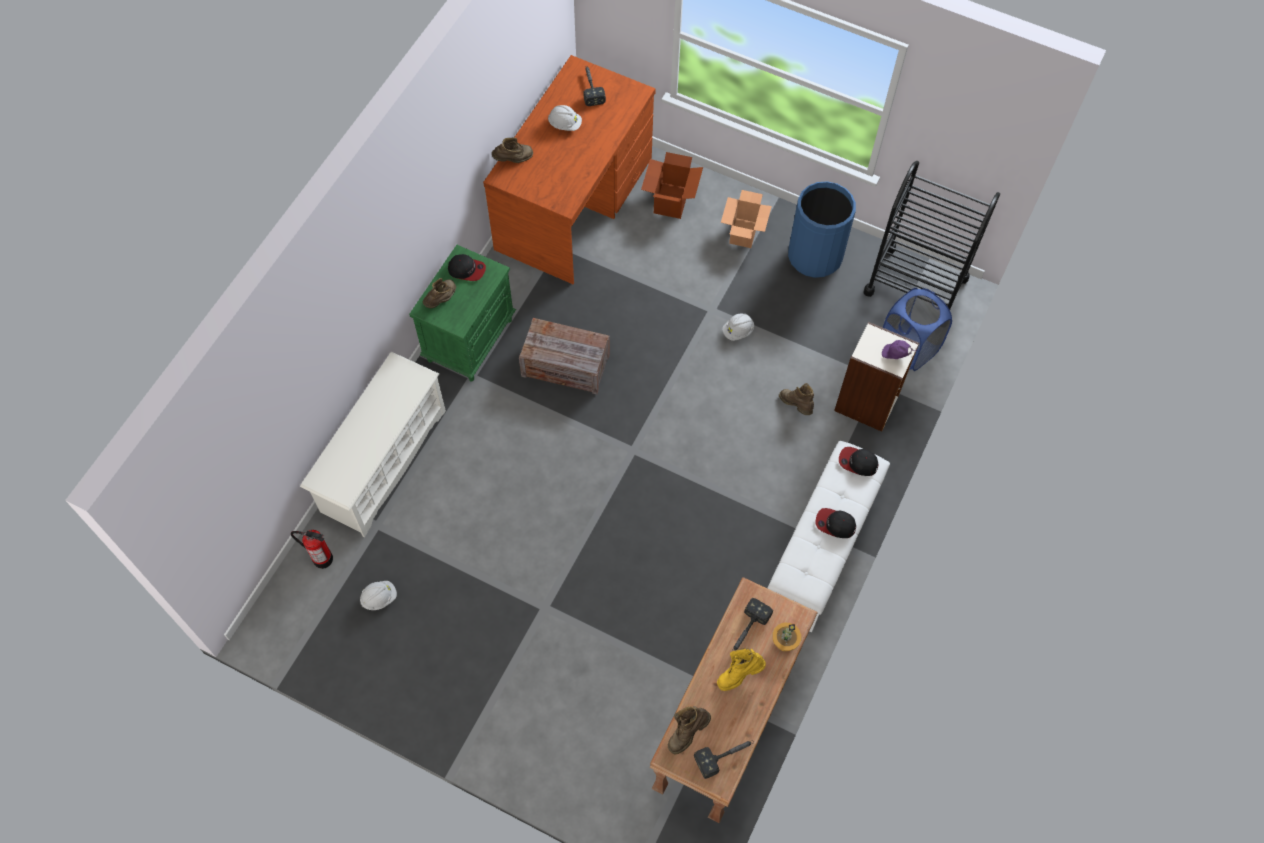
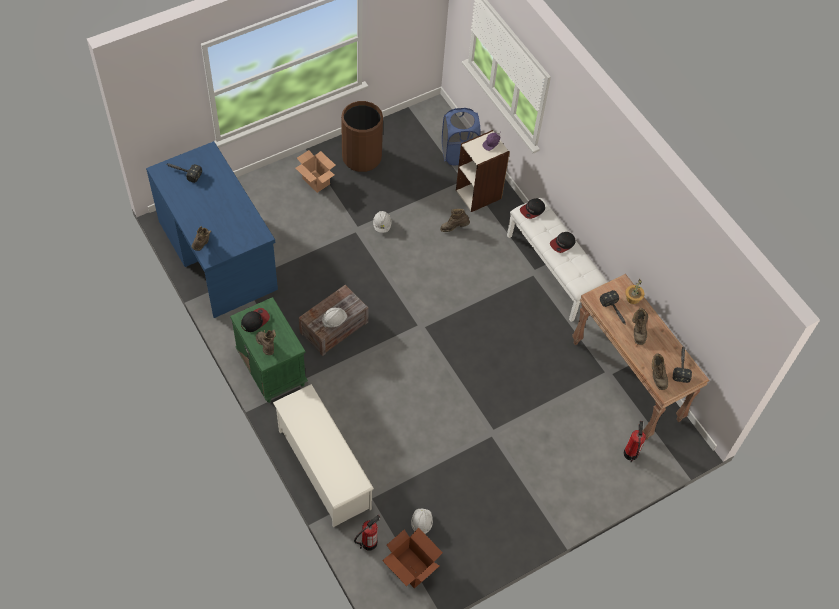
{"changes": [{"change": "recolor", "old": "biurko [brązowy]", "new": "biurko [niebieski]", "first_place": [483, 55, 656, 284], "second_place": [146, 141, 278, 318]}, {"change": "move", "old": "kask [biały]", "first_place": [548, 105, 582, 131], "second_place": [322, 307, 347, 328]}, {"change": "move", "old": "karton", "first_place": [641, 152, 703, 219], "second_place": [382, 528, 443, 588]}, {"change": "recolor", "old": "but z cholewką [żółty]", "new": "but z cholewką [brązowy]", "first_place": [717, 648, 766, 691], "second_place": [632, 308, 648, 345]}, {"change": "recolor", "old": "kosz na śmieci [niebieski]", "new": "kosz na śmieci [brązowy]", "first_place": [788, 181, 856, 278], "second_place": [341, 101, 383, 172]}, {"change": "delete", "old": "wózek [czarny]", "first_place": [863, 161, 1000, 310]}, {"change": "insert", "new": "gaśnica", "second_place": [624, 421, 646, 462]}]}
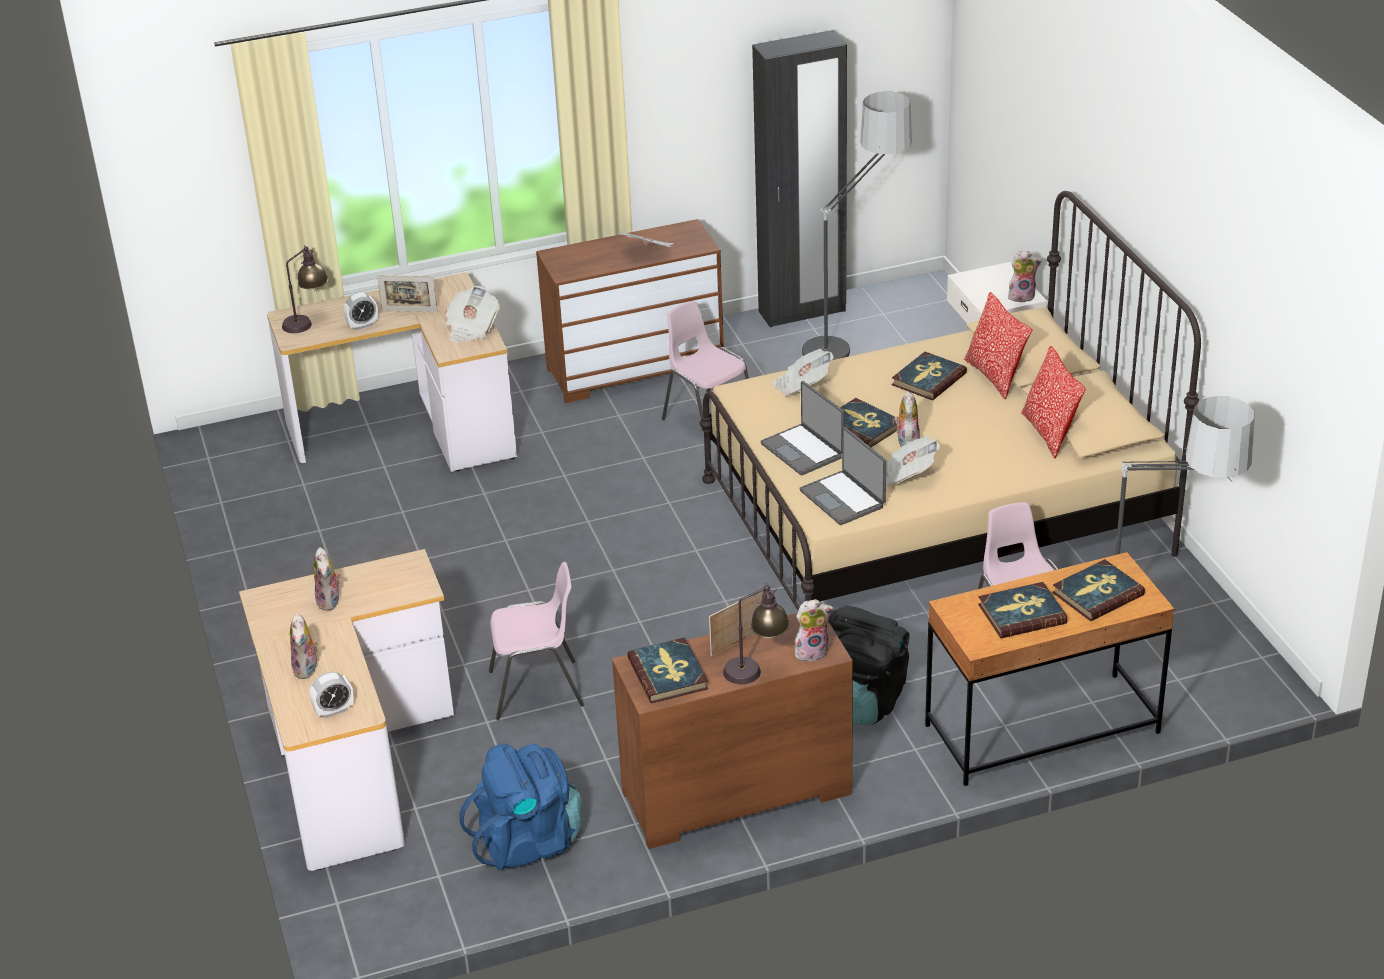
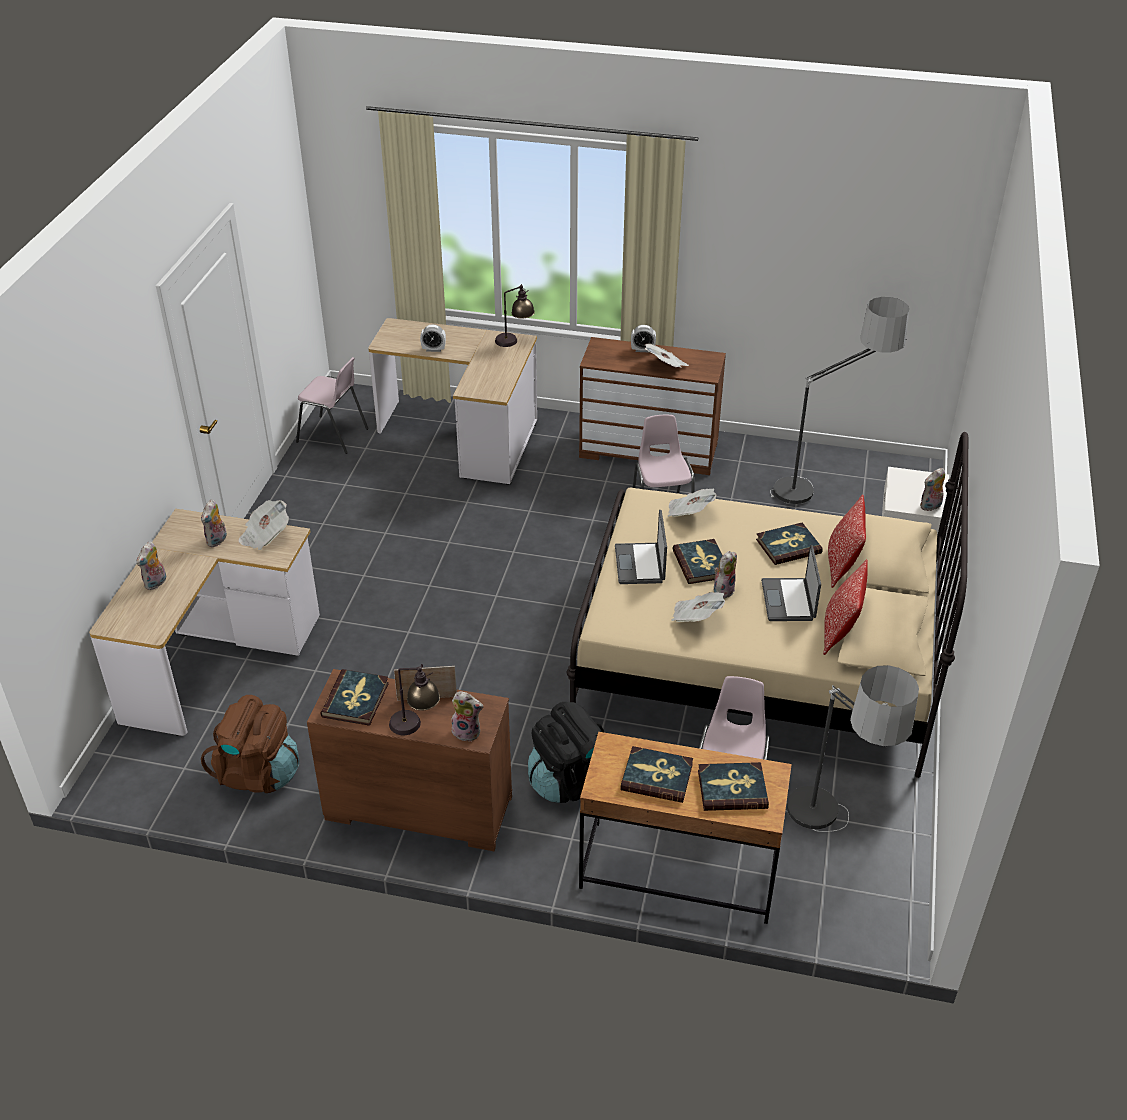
{"changes": [{"change": "move", "old": "lampa stołowa", "first_place": [282, 245, 328, 333], "second_place": [495, 284, 535, 347]}, {"change": "move", "old": "budzik", "first_place": [309, 672, 354, 718], "second_place": [631, 325, 656, 352]}, {"change": "delete", "old": "ramka na zdjęcie", "first_place": [377, 275, 438, 312]}, {"change": "move", "old": "gazeta", "first_place": [446, 286, 500, 343], "second_place": [238, 500, 289, 550]}, {"change": "recolor", "old": "plecak [niebieski]", "new": "plecak [brązowy]", "first_place": [459, 744, 582, 871], "second_place": [201, 695, 299, 793]}, {"change": "move", "old": "krzesło [różowy]", "first_place": [489, 562, 584, 720], "second_place": [296, 357, 369, 454]}, {"change": "delete", "old": "szafa [czarny]", "first_place": [752, 30, 847, 327]}, {"change": "move", "old": "laptop", "first_place": [799, 427, 886, 525], "second_place": [761, 545, 821, 621]}, {"change": "rotate", "old": "pluszak", "first_place": [1008, 251, 1042, 303], "second_place": [920, 468, 945, 511], "degrees": 120}]}
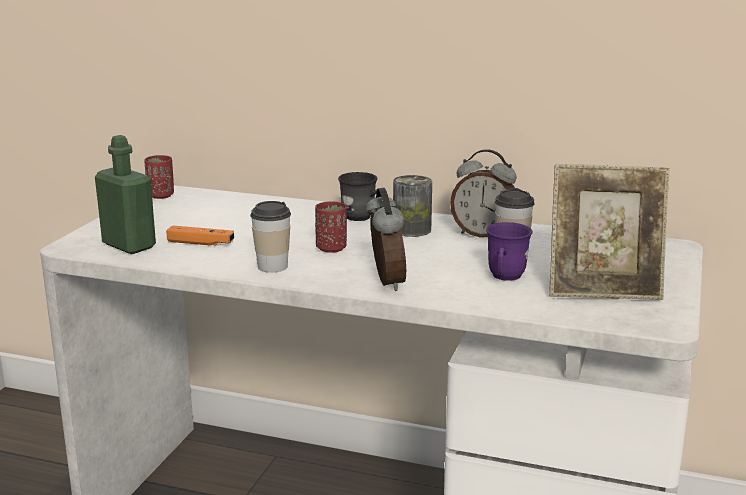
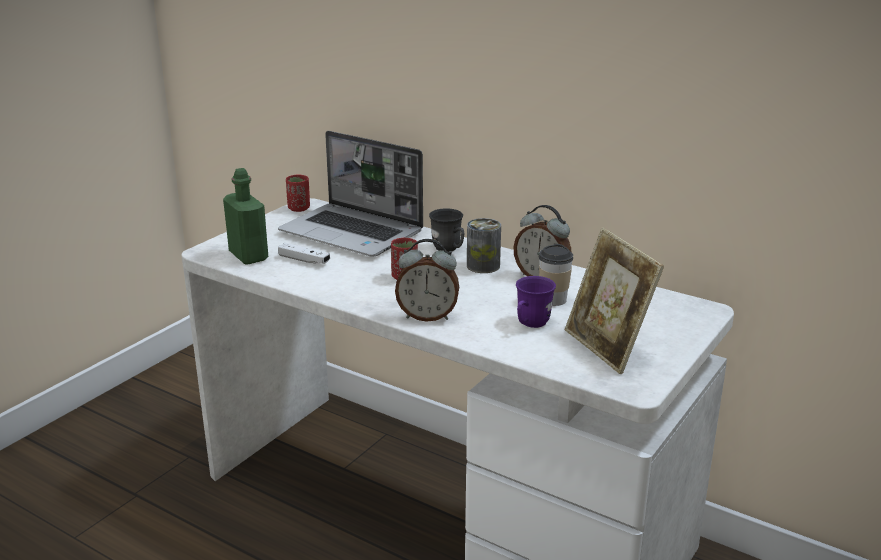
{"changes": [{"change": "recolor", "old": "pad do gier [pomarańczowy]", "new": "pad do gier [biały]", "first_place": [166, 226, 234, 246], "second_place": [278, 243, 330, 264]}, {"change": "delete", "old": "filiżanka", "first_place": [250, 201, 291, 273]}, {"change": "rotate", "old": "budzik", "first_place": [366, 188, 406, 291], "second_place": [395, 239, 459, 322], "degrees": 90}, {"change": "rotate", "old": "ramka na zdjęcie", "first_place": [549, 164, 670, 300], "second_place": [565, 227, 664, 374], "degrees": 45}, {"change": "insert", "new": "laptop", "second_place": [278, 131, 423, 257]}]}
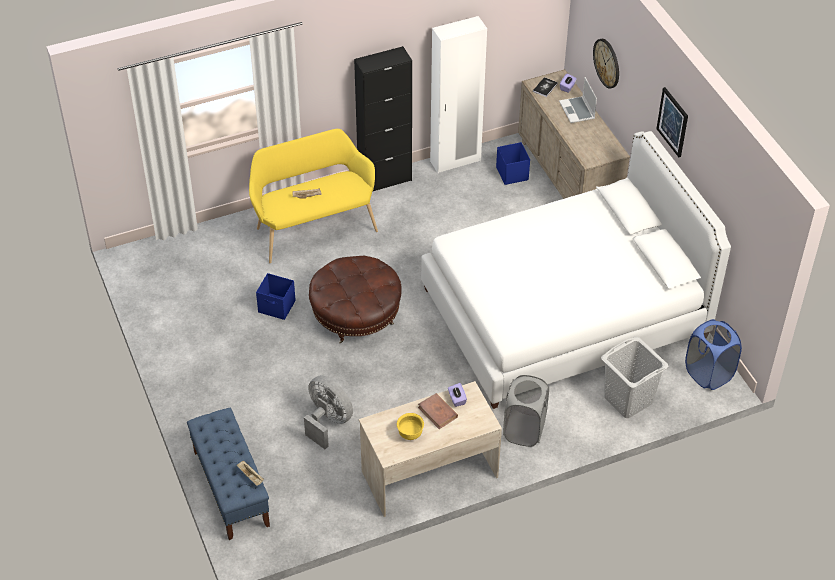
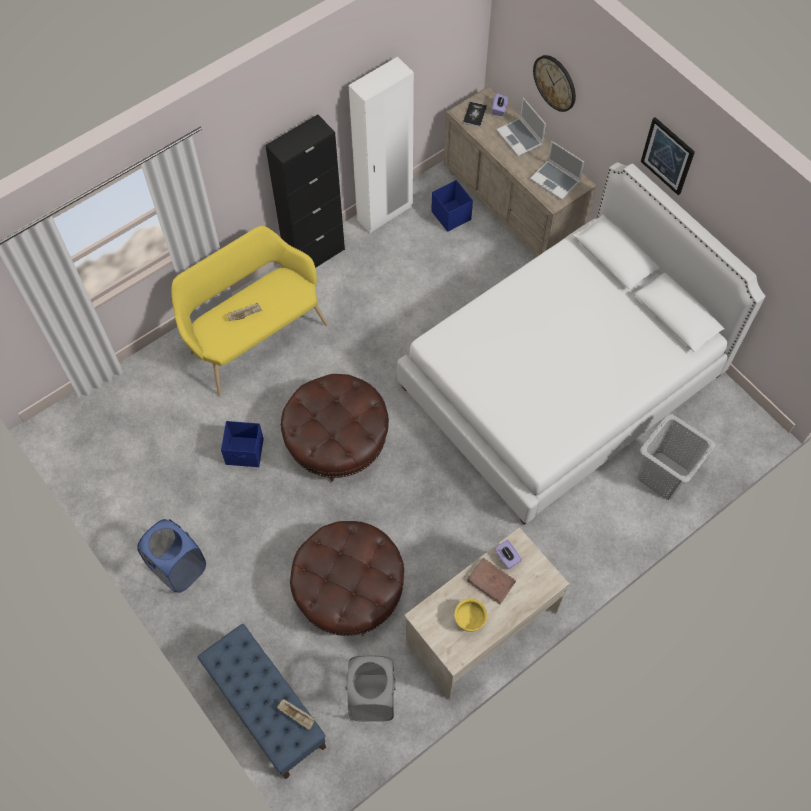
{"changes": [{"change": "replace", "old": "wentylator [szary]", "new": "pufa [brązowy]", "first_place": [304, 375, 353, 449], "second_place": [290, 521, 404, 636]}, {"change": "move", "old": "kosz na pranie [szary]", "first_place": [503, 375, 549, 447], "second_place": [346, 655, 396, 722]}, {"change": "move", "old": "kosz na pranie [niebieski]", "first_place": [685, 319, 742, 390], "second_place": [137, 519, 206, 593]}, {"change": "insert", "new": "laptop", "second_place": [530, 141, 584, 200]}]}
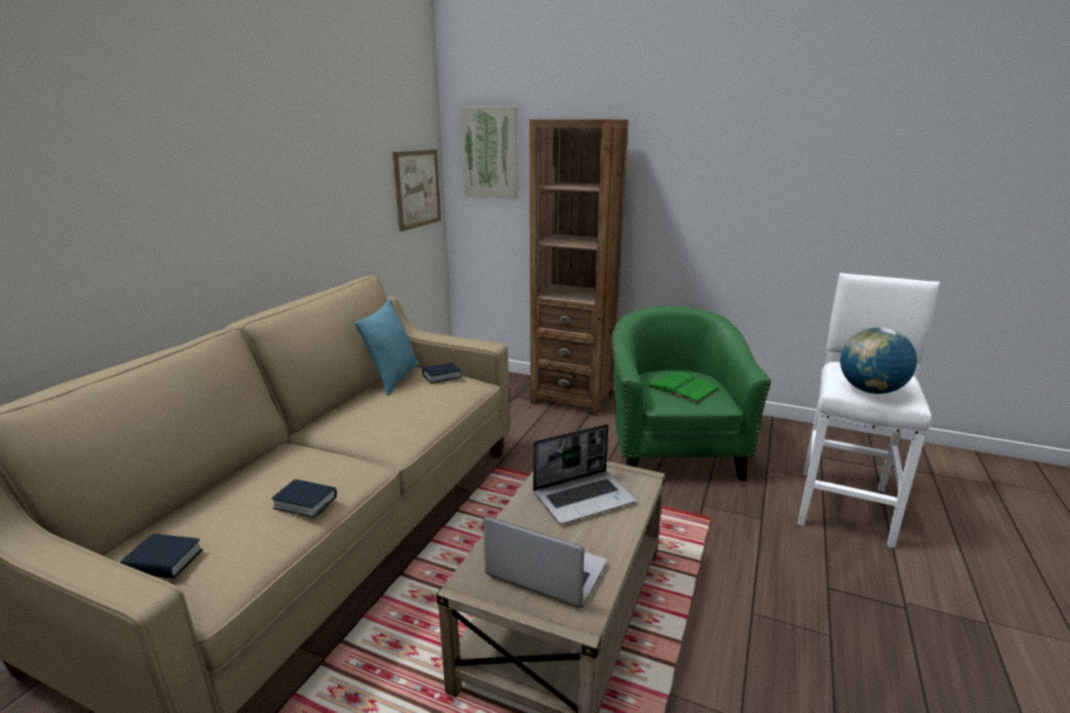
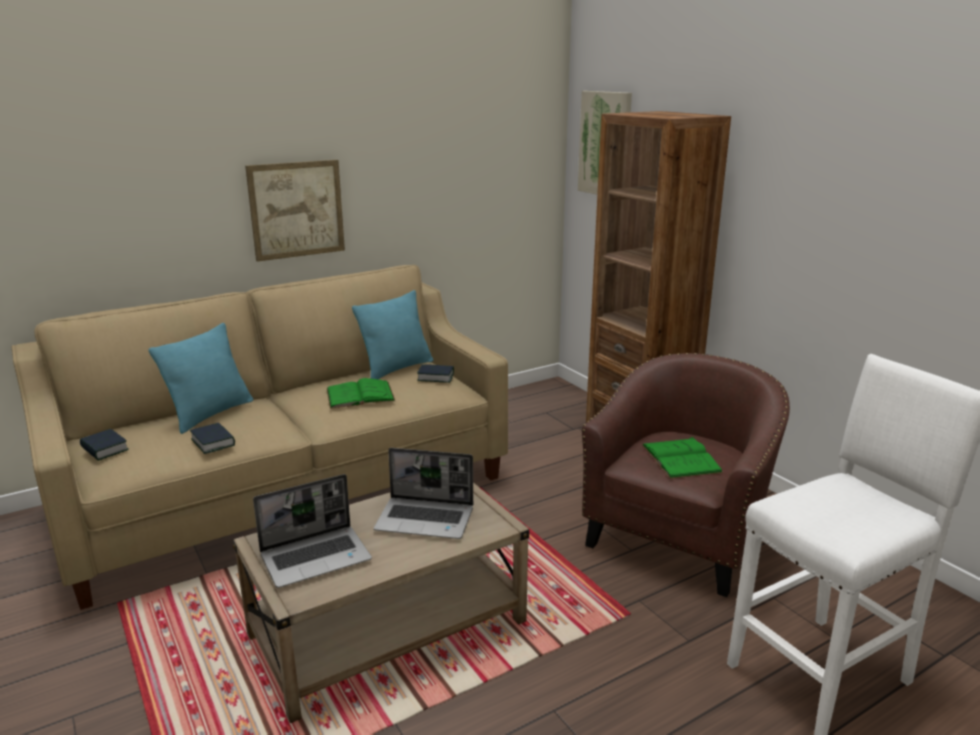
{"changes": [{"change": "move", "old": "obraz", "first_place": [393, 149, 441, 231], "second_place": [245, 160, 345, 262]}, {"change": "rotate", "old": "laptop", "first_place": [483, 516, 607, 608], "second_place": [253, 474, 372, 588], "degrees": 90}, {"change": "recolor", "old": "fotel [zielony]", "new": "fotel [brązowy]", "first_place": [612, 306, 771, 481], "second_place": [582, 353, 790, 597]}, {"change": "delete", "old": "globus", "first_place": [840, 327, 917, 394]}, {"change": "insert", "new": "poduszka [turkusowy]", "second_place": [149, 323, 253, 434]}, {"change": "insert", "new": "książka [zielony]", "second_place": [327, 378, 395, 409]}]}
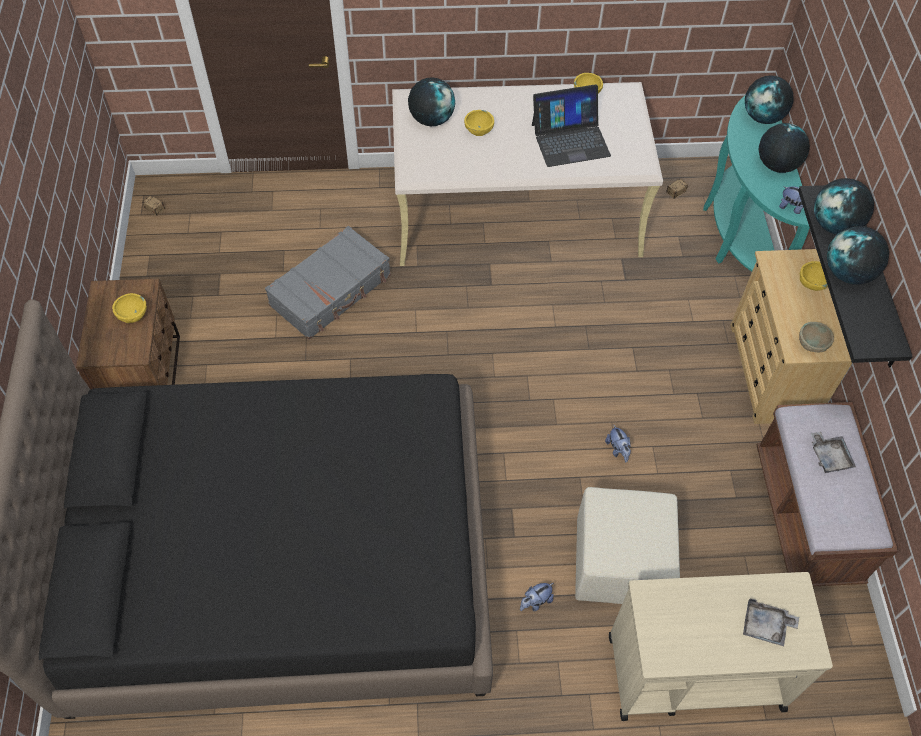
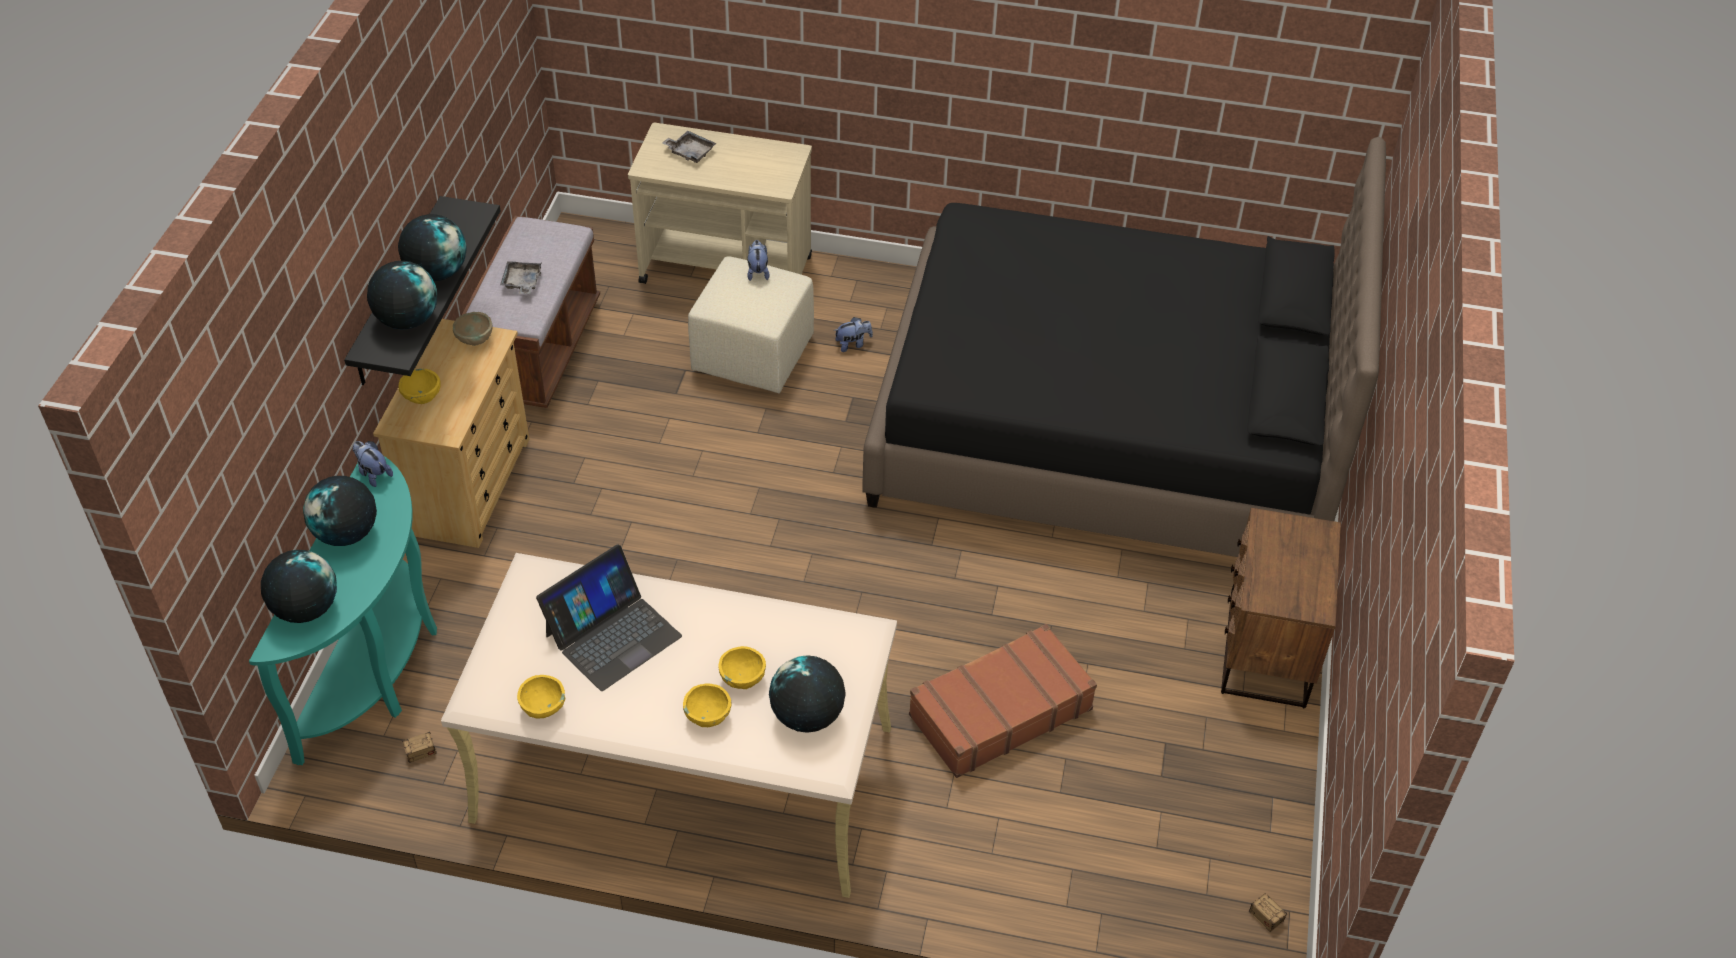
{"changes": [{"change": "move", "old": "miska [żółty]", "first_place": [112, 293, 147, 323], "second_place": [683, 683, 732, 727]}, {"change": "recolor", "old": "walizka [szary]", "new": "walizka [brązowy]", "first_place": [265, 226, 391, 340], "second_place": [909, 624, 1097, 778]}, {"change": "rotate", "old": "laptop", "first_place": [532, 84, 611, 167], "second_place": [536, 544, 682, 691], "degrees": 135}, {"change": "move", "old": "pluszak", "first_place": [605, 425, 631, 463], "second_place": [747, 240, 770, 281]}]}
